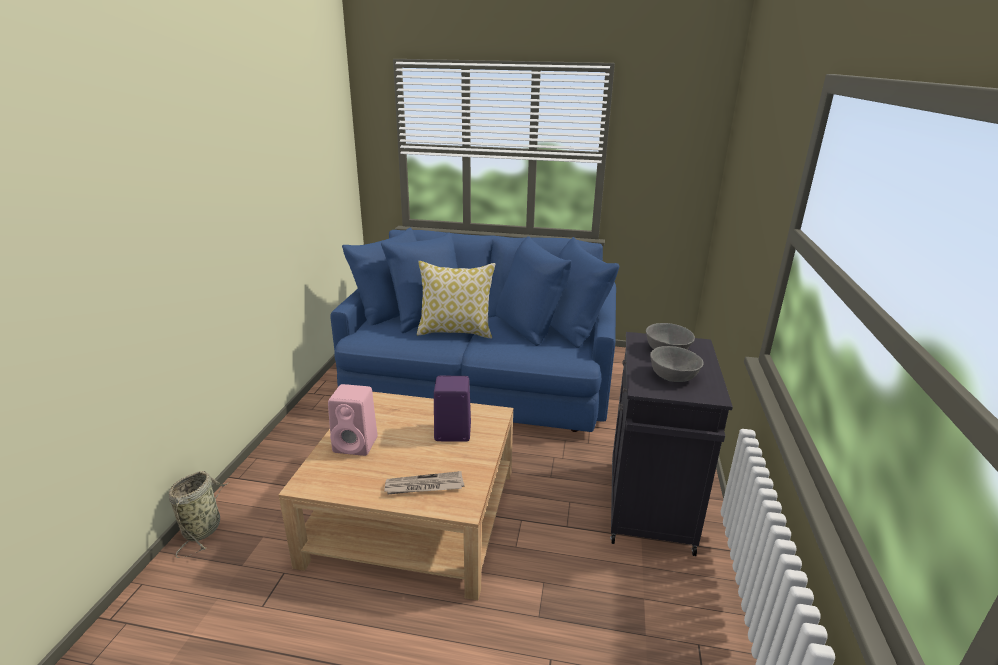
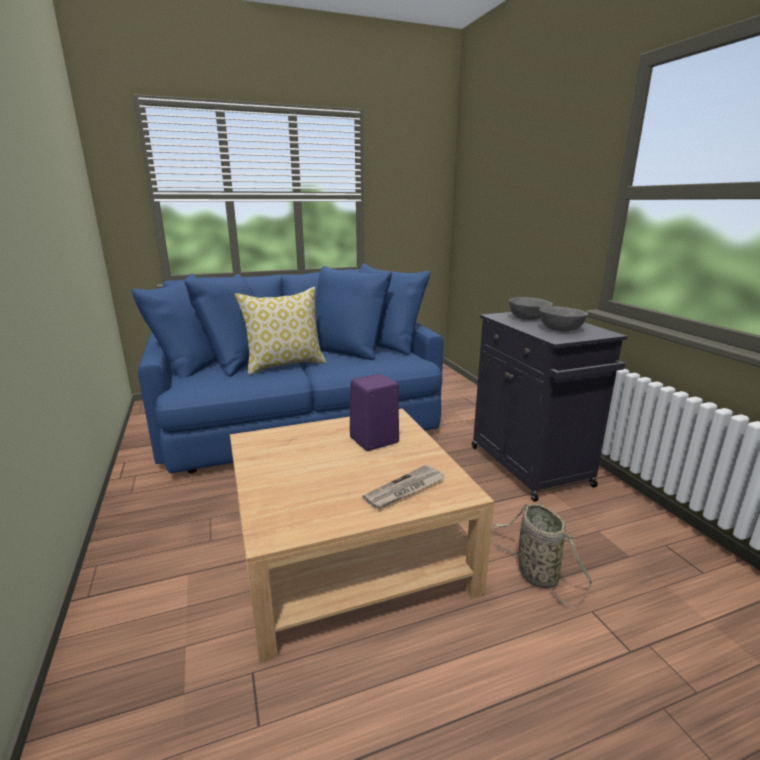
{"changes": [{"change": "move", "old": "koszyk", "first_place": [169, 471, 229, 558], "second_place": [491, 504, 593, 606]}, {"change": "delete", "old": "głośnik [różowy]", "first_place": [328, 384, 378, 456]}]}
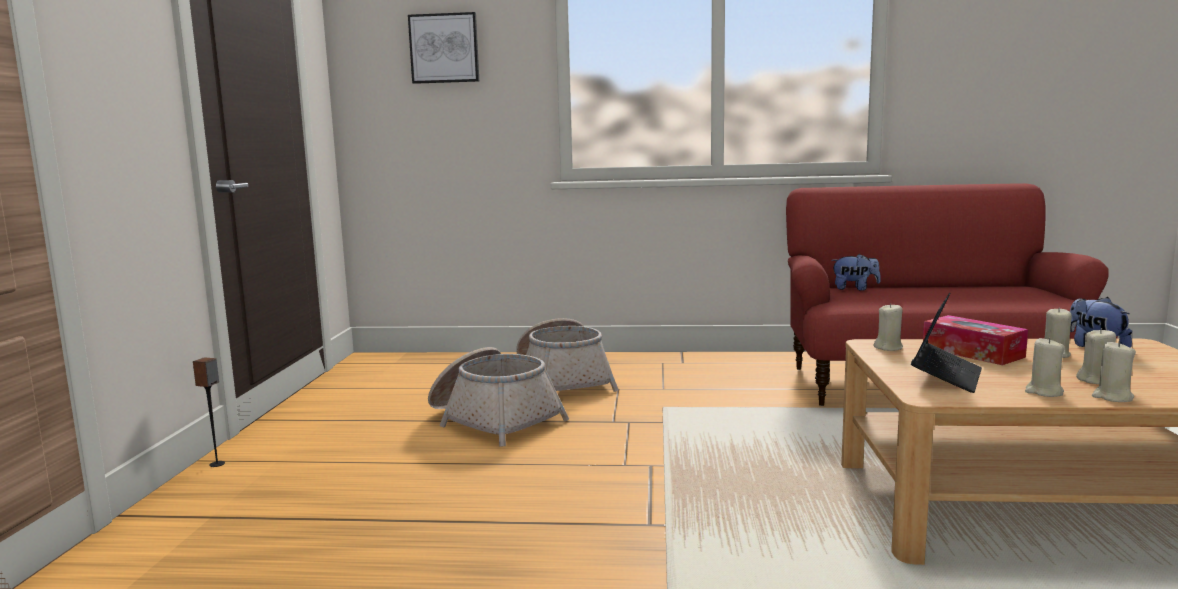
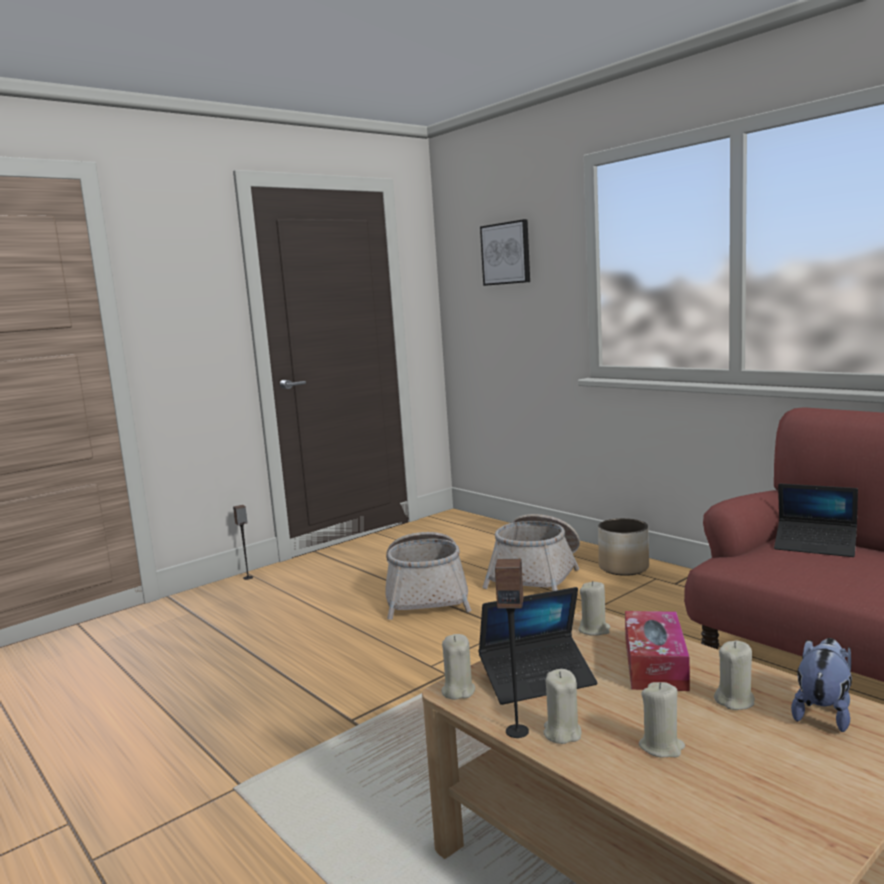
{"changes": [{"change": "replace", "old": "pluszak", "new": "laptop", "first_place": [831, 254, 881, 291], "second_place": [774, 483, 858, 557]}, {"change": "move", "old": "świeca [beżowy]", "first_place": [1092, 341, 1136, 402], "second_place": [441, 634, 475, 700]}, {"change": "insert", "new": "głośnik", "second_place": [495, 559, 529, 738]}, {"change": "insert", "new": "donica", "second_place": [598, 518, 649, 576]}]}
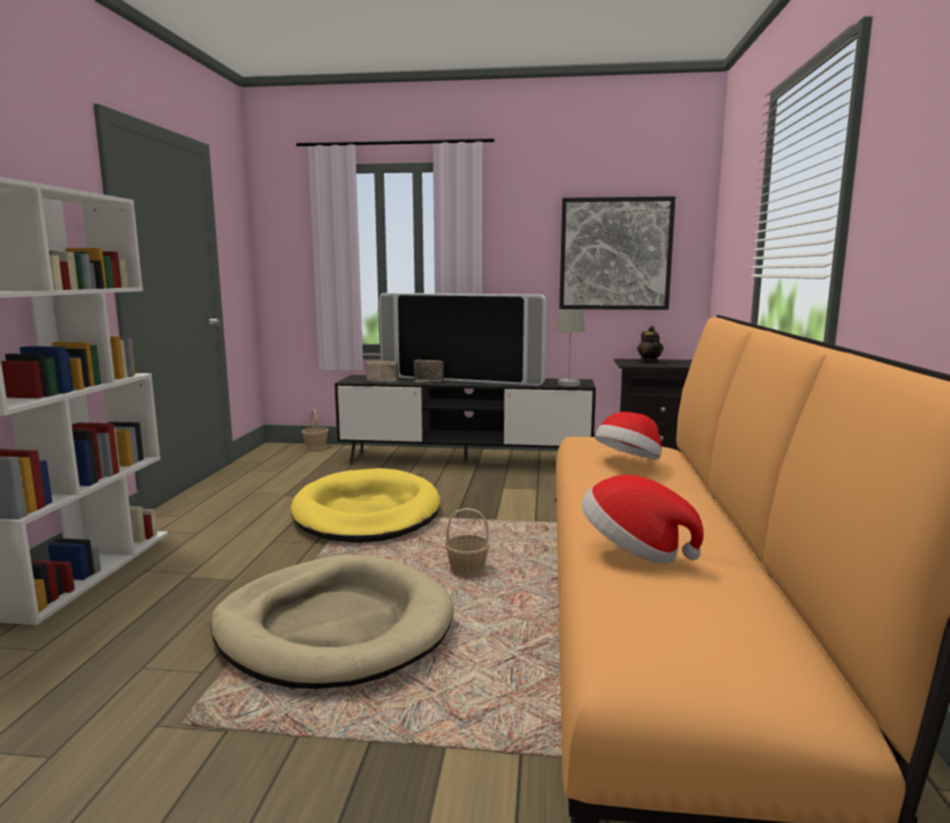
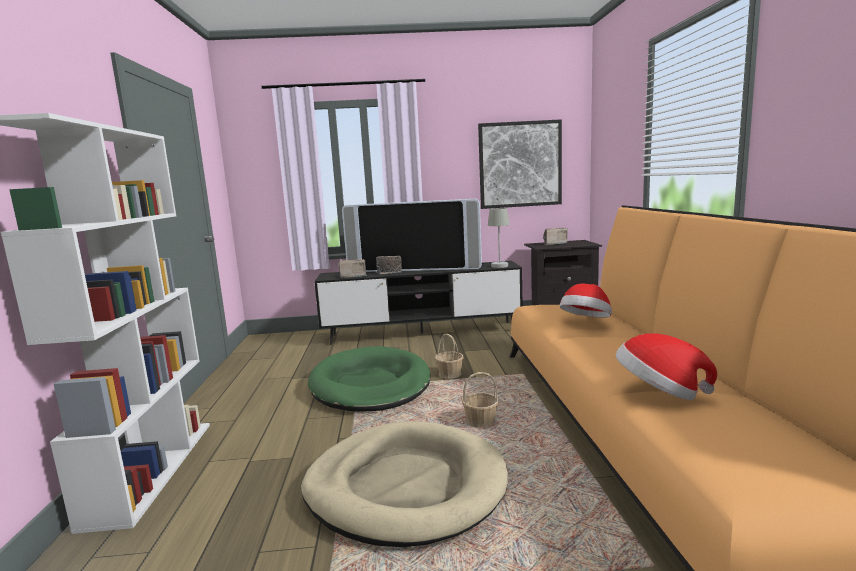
{"changes": [{"change": "recolor", "old": "legowisko [żółty]", "new": "legowisko [zielony]", "first_place": [291, 468, 440, 543], "second_place": [308, 346, 431, 412]}, {"change": "move", "old": "koszyk", "first_place": [302, 409, 329, 450], "second_place": [435, 334, 464, 379]}, {"change": "replace", "old": "imbryk", "new": "radio", "first_place": [637, 326, 664, 363], "second_place": [543, 227, 568, 245]}]}
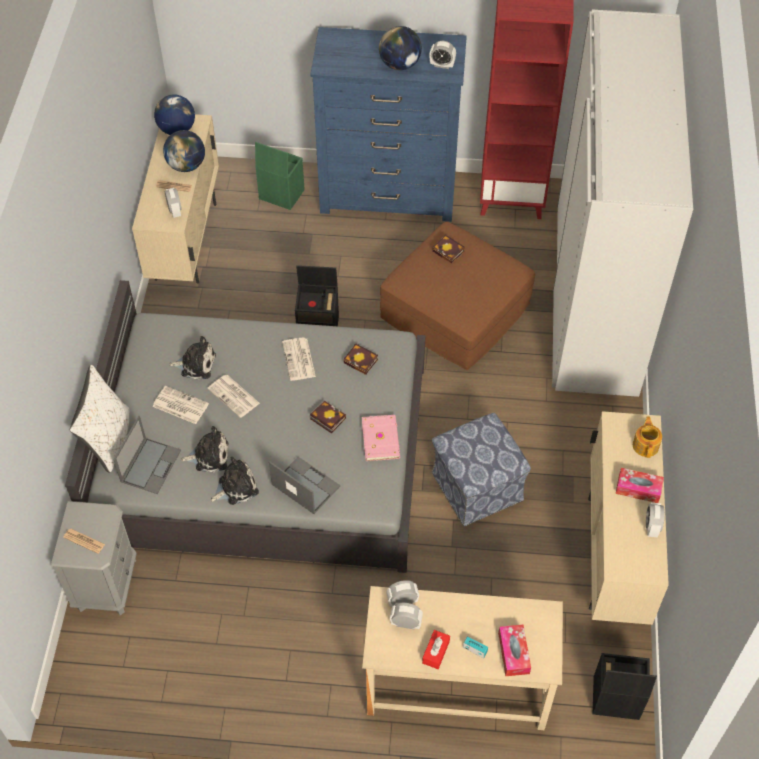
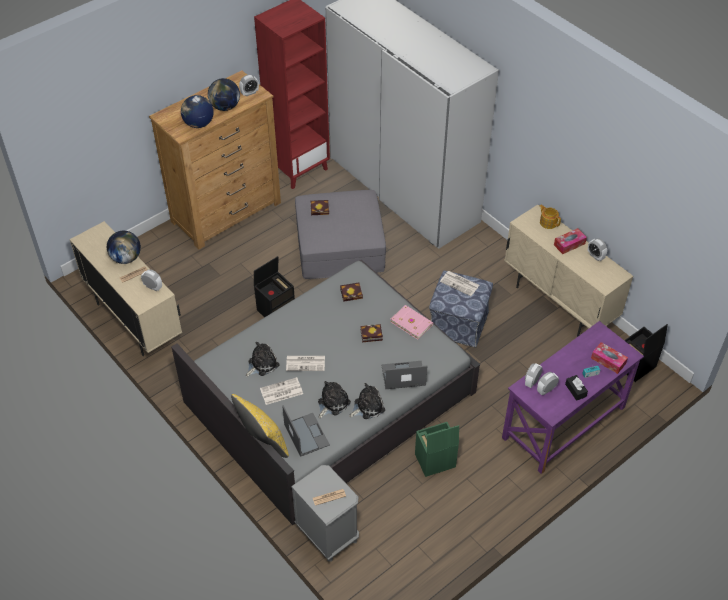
{"changes": [{"change": "recolor", "old": "poduszka [biały]", "new": "poduszka [żółty]", "first_place": [70, 365, 129, 473], "second_place": [231, 394, 289, 458]}, {"change": "move", "old": "globus", "first_place": [154, 94, 195, 135], "second_place": [181, 95, 214, 128]}, {"change": "rotate", "old": "pluszak", "first_place": [210, 457, 259, 505], "second_place": [349, 383, 385, 419], "degrees": 45}, {"change": "move", "old": "pojemnik do przechowywania [zielony]", "first_place": [255, 142, 305, 210], "second_place": [415, 422, 459, 477]}, {"change": "move", "old": "gazeta", "first_place": [282, 337, 316, 381], "second_place": [440, 271, 480, 296]}, {"change": "recolor", "old": "komoda [niebieski]", "new": "komoda [brązowy]", "first_place": [310, 27, 467, 222], "second_place": [149, 70, 281, 249]}, {"change": "recolor", "old": "biurko [beżowy]", "new": "biurko [fioletowy]", "first_place": [362, 586, 563, 730], "second_place": [502, 321, 644, 474]}, {"change": "recolor", "old": "pufa [brązowy]", "new": "pufa [szary]", "first_place": [380, 222, 535, 370], "second_place": [295, 190, 386, 279]}, {"change": "recolor", "old": "pudełko chusteczek [czerwony]", "new": "pudełko chusteczek [czarny]", "first_place": [422, 630, 450, 669], "second_place": [565, 375, 588, 401]}]}
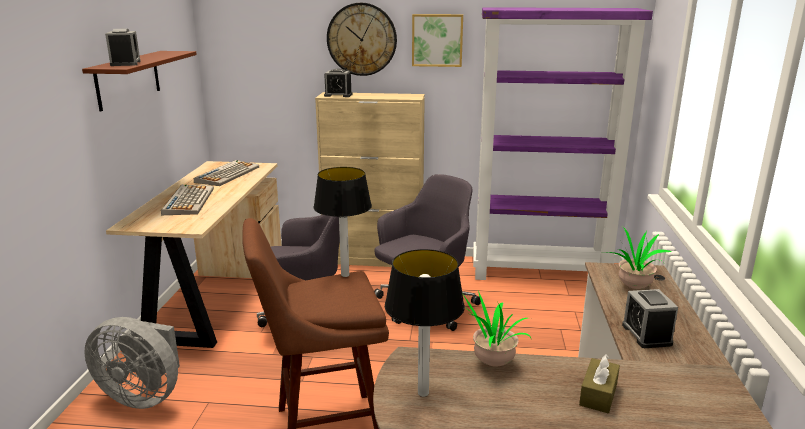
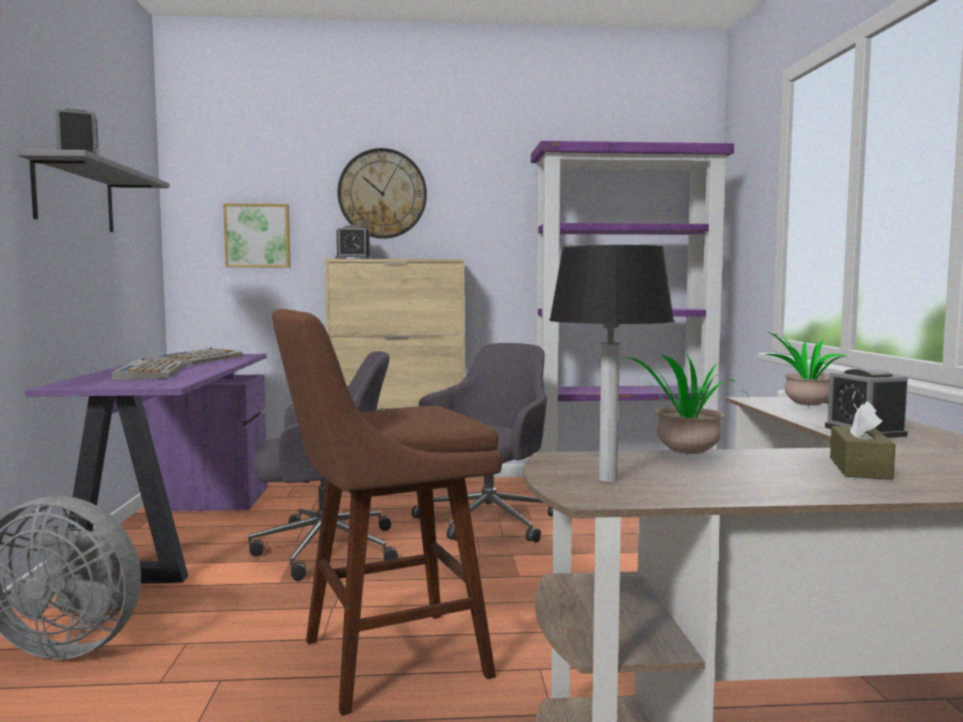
{"changes": [{"change": "recolor", "old": "półka [brązowy]", "new": "półka [szary]", "first_place": [82, 51, 197, 112], "second_place": [16, 149, 170, 232]}, {"change": "recolor", "old": "biurko [beżowy]", "new": "biurko [fioletowy]", "first_place": [106, 161, 282, 348], "second_place": [25, 354, 268, 584]}, {"change": "delete", "old": "lampa stołowa", "first_place": [314, 167, 372, 277]}, {"change": "move", "old": "obraz", "first_place": [412, 14, 463, 67], "second_place": [223, 204, 290, 267]}]}
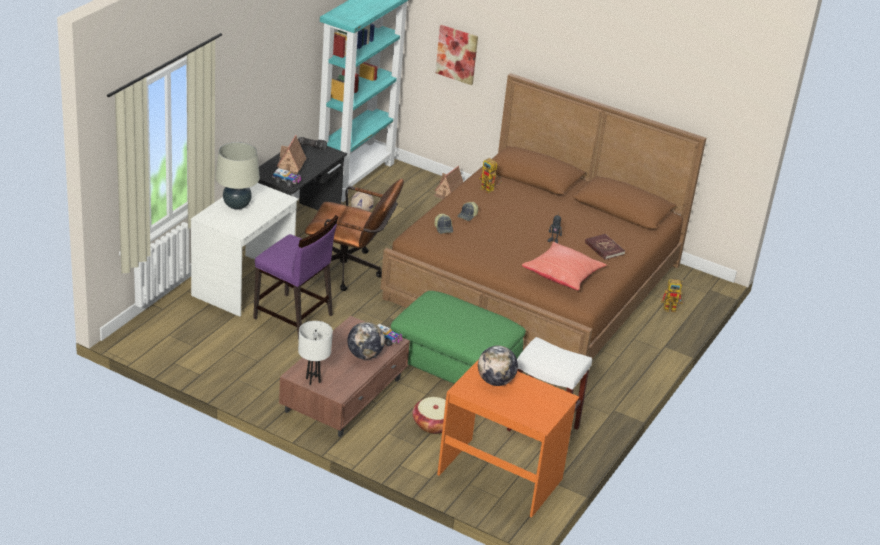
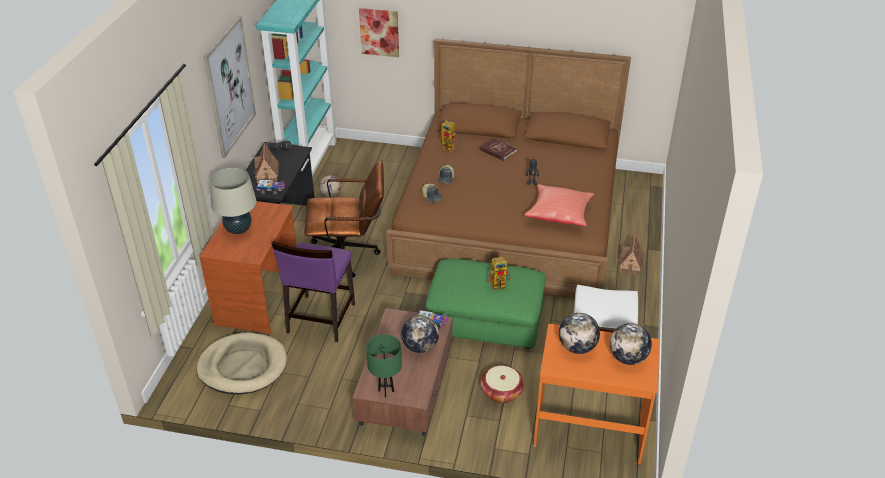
{"changes": [{"change": "recolor", "old": "biurko [biały]", "new": "biurko [brązowy]", "first_place": [191, 183, 299, 317], "second_place": [199, 201, 296, 334]}, {"change": "rotate", "old": "krzesło [fioletowy]", "first_place": [253, 215, 338, 339], "second_place": [272, 241, 355, 342], "degrees": 90}, {"change": "recolor", "old": "lampa stołowa [biały]", "new": "lampa stołowa [zielony]", "first_place": [298, 321, 333, 385], "second_place": [366, 334, 402, 398]}, {"change": "move", "old": "domek", "first_place": [433, 166, 463, 199], "second_place": [618, 234, 644, 275]}, {"change": "move", "old": "książka [czerwony]", "first_place": [585, 234, 625, 260], "second_place": [480, 138, 517, 161]}, {"change": "move", "old": "robot zabawkowy", "first_place": [661, 279, 684, 312], "second_place": [488, 256, 511, 291]}, {"change": "insert", "new": "legowisko [beżowy]", "second_place": [196, 332, 287, 394]}, {"change": "insert", "new": "obraz", "second_place": [204, 16, 256, 158]}, {"change": "insert", "new": "globus", "second_place": [610, 323, 652, 365]}]}
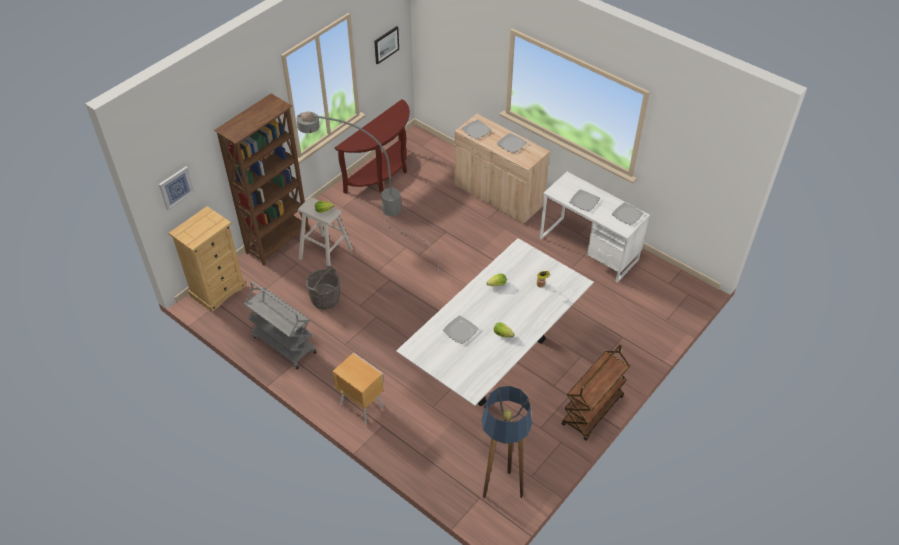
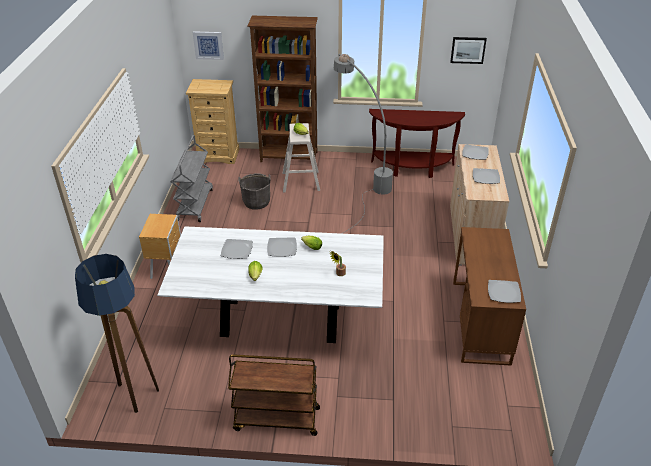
{"changes": [{"change": "recolor", "old": "biurko [biały]", "new": "biurko [brązowy]", "first_place": [540, 172, 650, 283], "second_place": [453, 227, 526, 366]}, {"change": "move", "old": "talerz", "first_place": [569, 189, 600, 211], "second_place": [267, 238, 297, 257]}]}
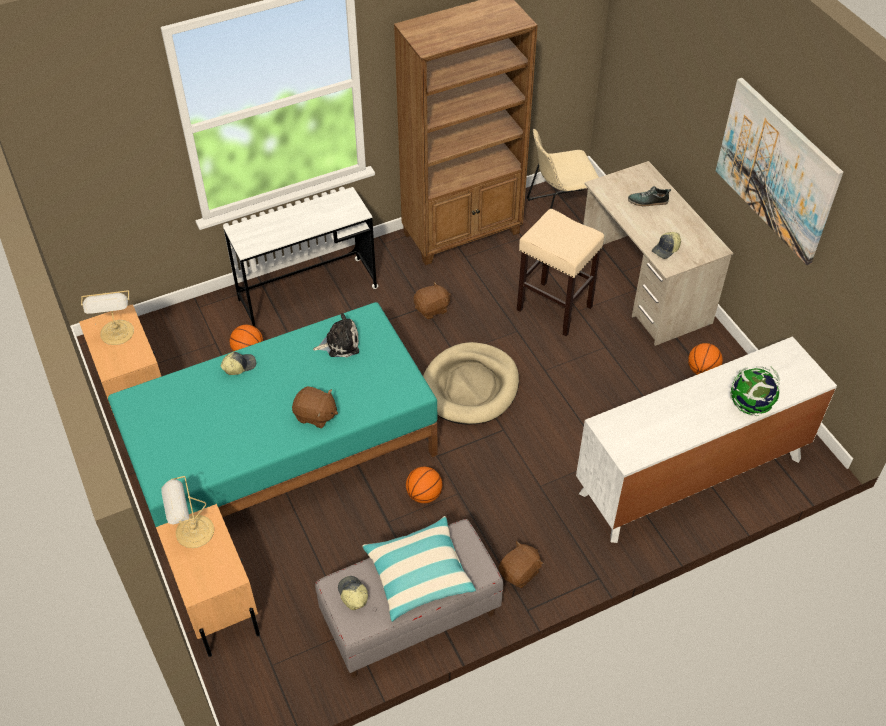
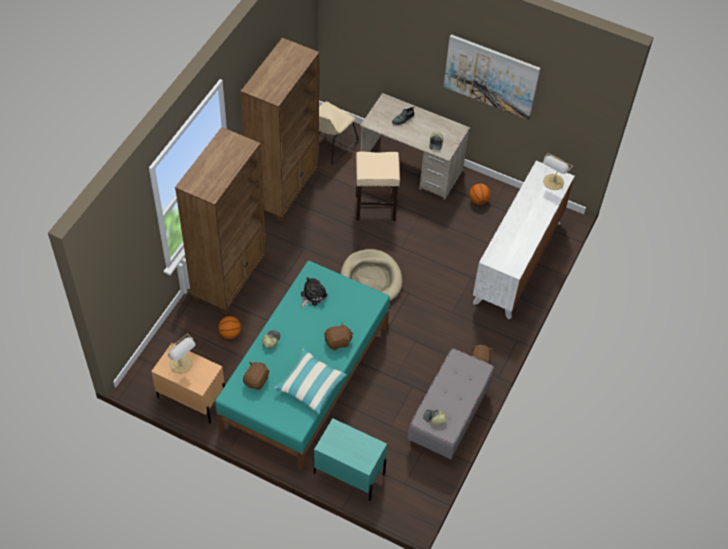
{"changes": [{"change": "recolor", "old": "szafka nocna [beżowy]", "new": "szafka nocna [turkusowy]", "first_place": [156, 504, 260, 657], "second_place": [314, 418, 387, 501]}, {"change": "move", "old": "lampa stołowa", "first_place": [161, 476, 214, 548], "second_place": [543, 153, 573, 190]}, {"change": "replace", "old": "biurko [biały]", "new": "regał [brązowy]", "first_place": [224, 187, 378, 327], "second_place": [175, 127, 266, 315]}, {"change": "move", "old": "poduszka", "first_place": [362, 516, 476, 622], "second_place": [274, 349, 347, 415]}, {"change": "delete", "old": "piłka do koszykówki", "first_place": [406, 467, 442, 503]}, {"change": "move", "old": "pluszak [brązowy]", "first_place": [413, 281, 451, 319], "second_place": [243, 362, 270, 390]}, {"change": "delete", "old": "globus", "first_place": [730, 366, 780, 416]}]}
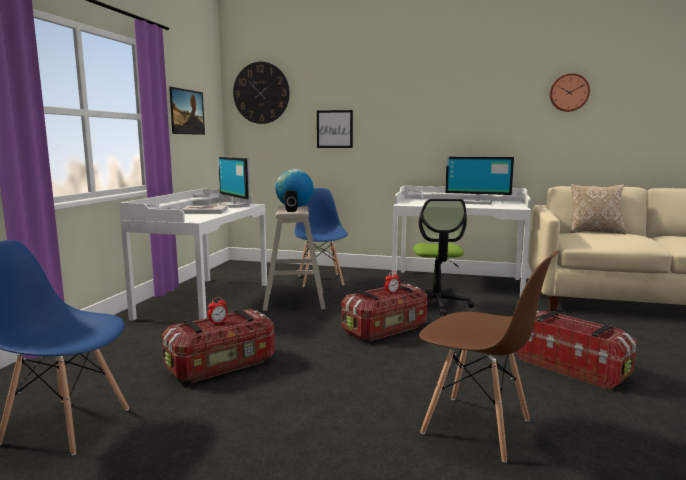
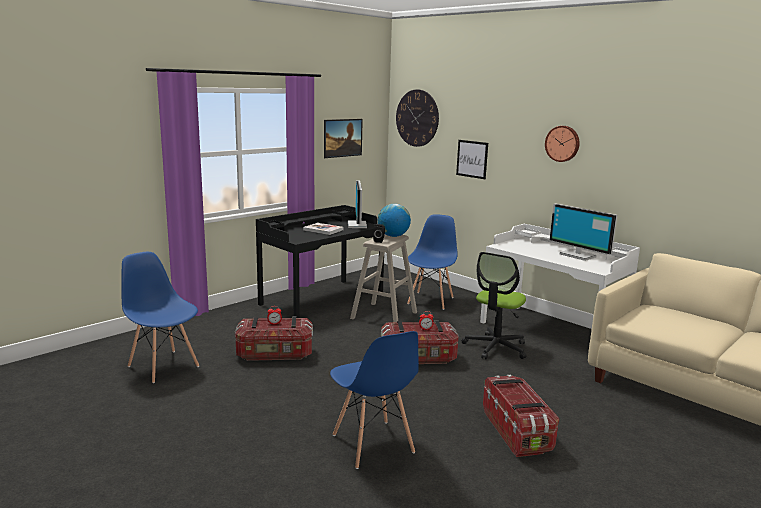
{"changes": [{"change": "recolor", "old": "biurko [biały]", "new": "biurko [czarny]", "first_place": [119, 189, 267, 321], "second_place": [256, 205, 384, 318]}, {"change": "recolor", "old": "krzesło [brązowy]", "new": "krzesło [niebieski]", "first_place": [419, 250, 558, 463], "second_place": [330, 331, 419, 469]}, {"change": "move", "old": "zegar ścienny", "first_place": [550, 73, 590, 112], "second_place": [545, 126, 579, 162]}, {"change": "delete", "old": "poduszka", "first_place": [571, 184, 626, 234]}]}
